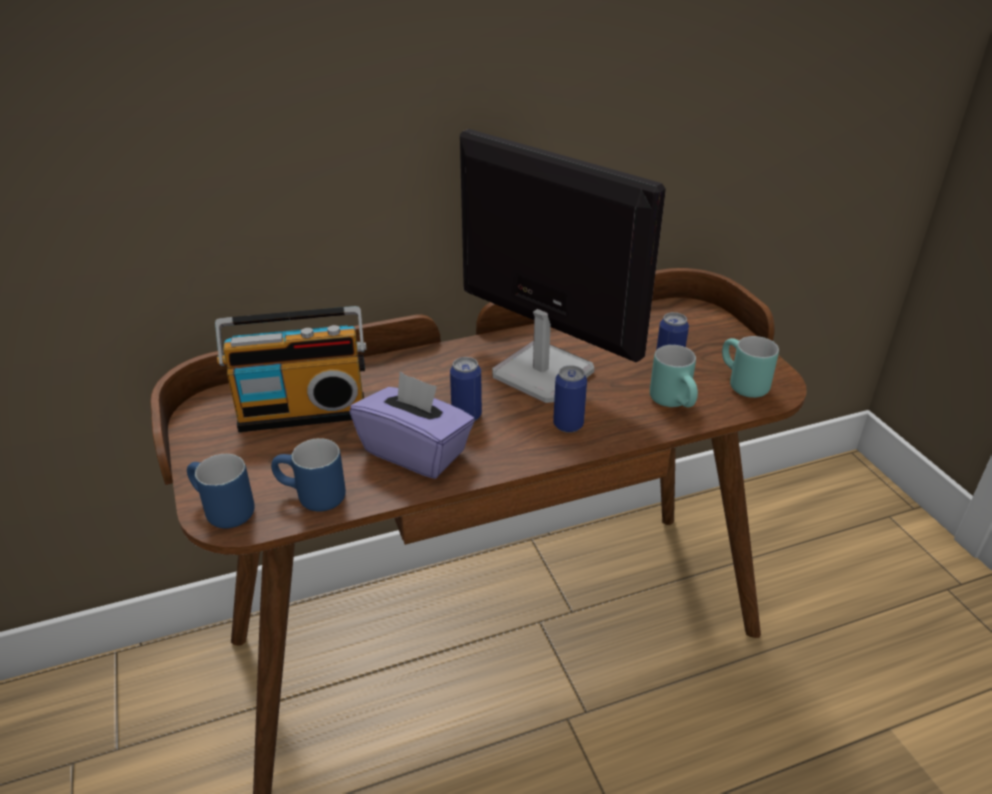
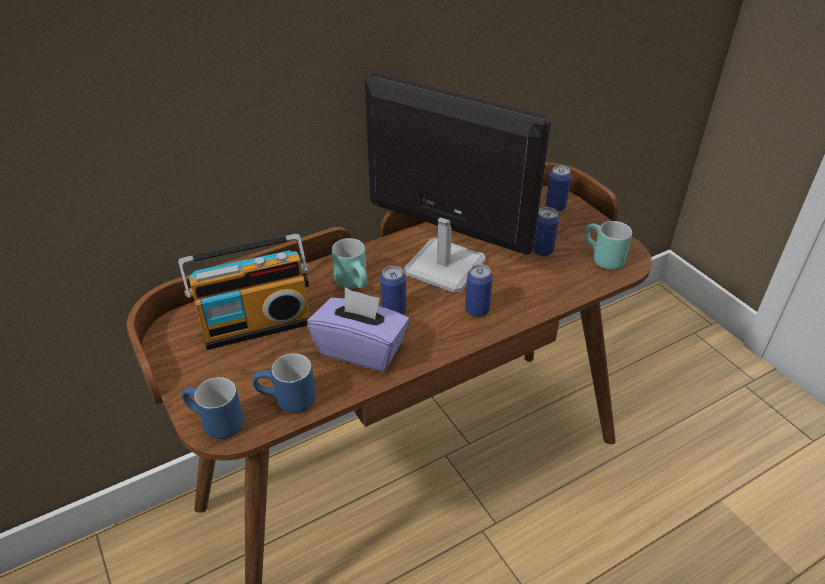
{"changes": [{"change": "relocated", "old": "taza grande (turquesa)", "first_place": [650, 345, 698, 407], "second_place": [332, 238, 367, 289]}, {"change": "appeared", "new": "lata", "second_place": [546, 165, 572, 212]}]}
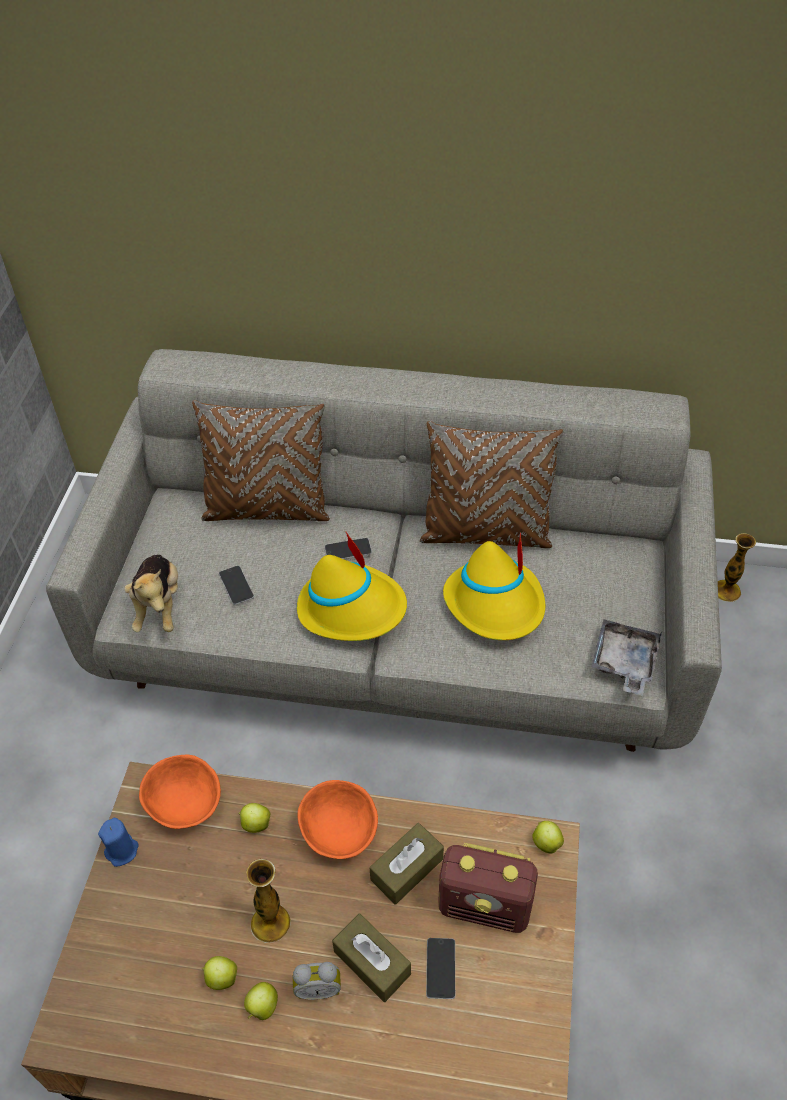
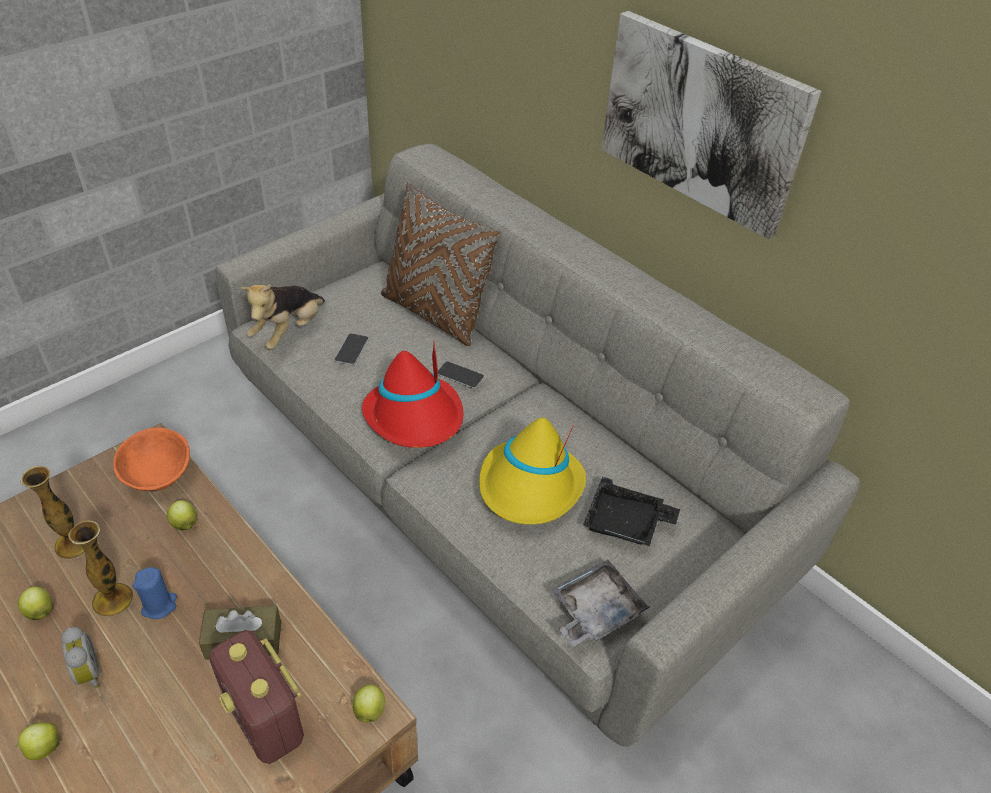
{"changes": [{"change": "missing", "old": "cojín (marrón)", "first_place": [420, 421, 564, 548]}, {"change": "colour", "old": "sombrero (amarillo)", "new": "sombrero (rojo)", "first_place": [297, 532, 407, 641], "second_place": [362, 340, 463, 448]}, {"change": "relocated", "old": "florero", "first_place": [718, 533, 756, 602], "second_place": [20, 466, 85, 560]}, {"change": "missing", "old": "cuenco (naranja)", "first_place": [297, 780, 378, 859]}, {"change": "relocated", "old": "vela (azul)", "first_place": [98, 818, 138, 867], "second_place": [133, 567, 177, 619]}, {"change": "missing", "old": "caja de pañuelos (marrón)", "first_place": [332, 913, 411, 1002]}, {"change": "missing", "old": "móvil", "first_place": [426, 938, 455, 999]}, {"change": "spun", "old": "despertador", "first_place": [293, 962, 341, 1000], "second_place": [61, 627, 99, 688], "degrees": -150}, {"change": "relocated", "old": "manzana", "first_place": [244, 982, 278, 1020], "second_place": [16, 722, 59, 760]}, {"change": "appeared", "new": "cuadro", "second_place": [601, 11, 821, 239]}, {"change": "appeared", "new": "bandeja (negro)", "second_place": [583, 477, 680, 546]}]}
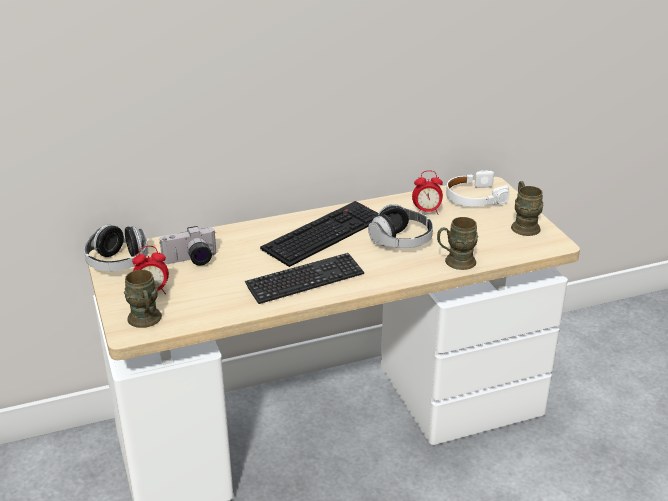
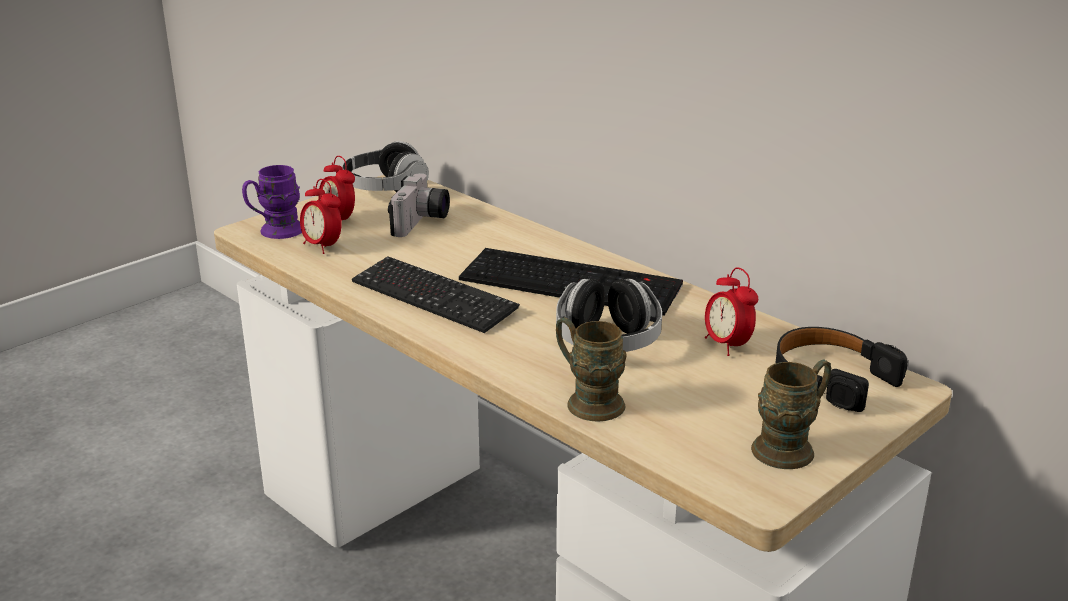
{"changes": [{"change": "colour", "old": "auriculares (blanco)", "new": "auriculares (negro)", "first_place": [446, 170, 509, 207], "second_place": [776, 327, 908, 412]}, {"change": "spun", "old": "cámara", "first_place": [159, 226, 216, 265], "second_place": [388, 173, 450, 237], "degrees": -120}, {"change": "colour", "old": "taza grande (marrón)", "new": "taza grande (morado)", "first_place": [124, 270, 162, 328], "second_place": [242, 165, 302, 239]}, {"change": "appeared", "new": "despertador", "second_place": [300, 179, 342, 254]}]}
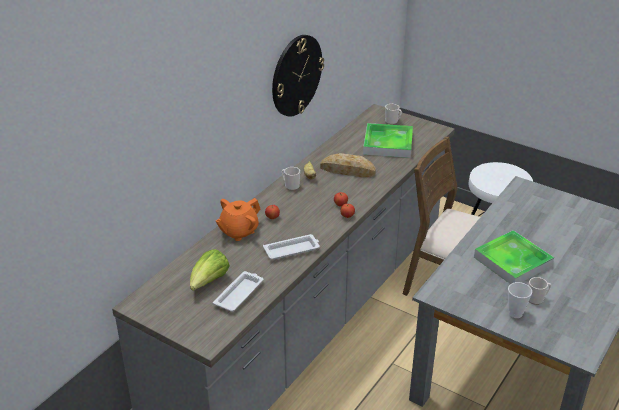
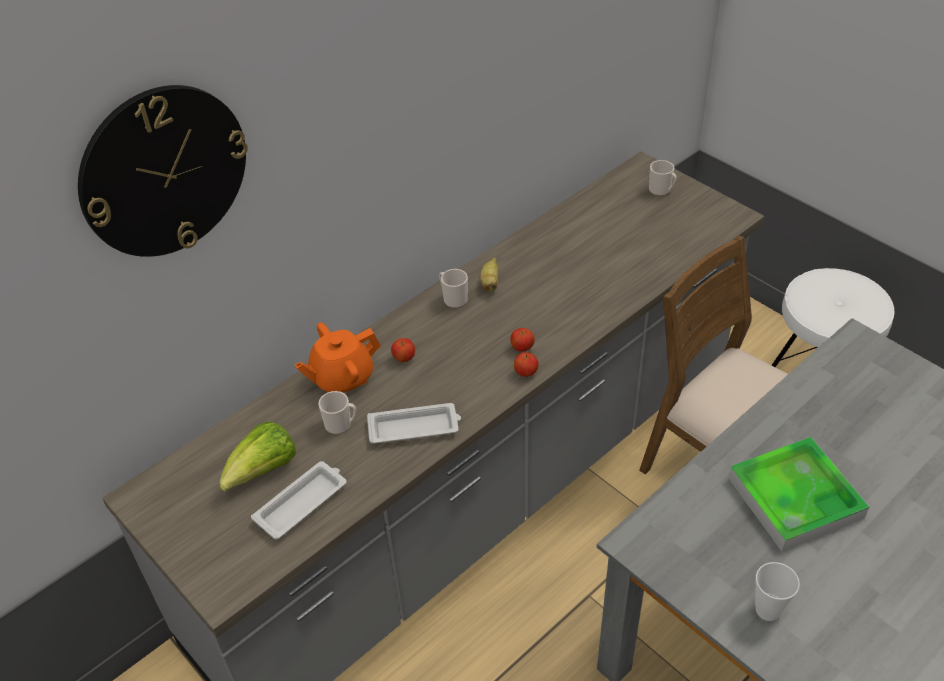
{"changes": [{"change": "relocated", "old": "reloj de pared", "first_place": [272, 35, 324, 117], "second_place": [78, 85, 248, 257]}, {"change": "missing", "old": "bandeja", "first_place": [363, 123, 413, 158]}, {"change": "missing", "old": "pan", "first_place": [320, 153, 376, 177]}, {"change": "relocated", "old": "taza grande", "first_place": [528, 277, 551, 305], "second_place": [318, 391, 356, 435]}]}
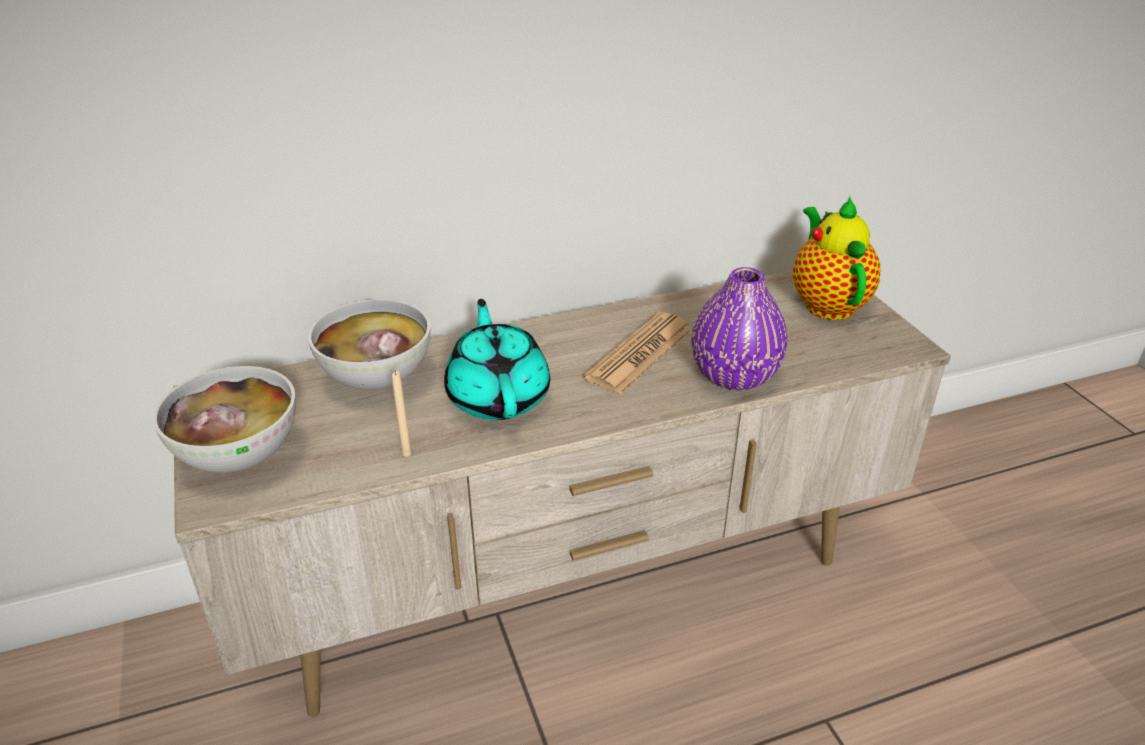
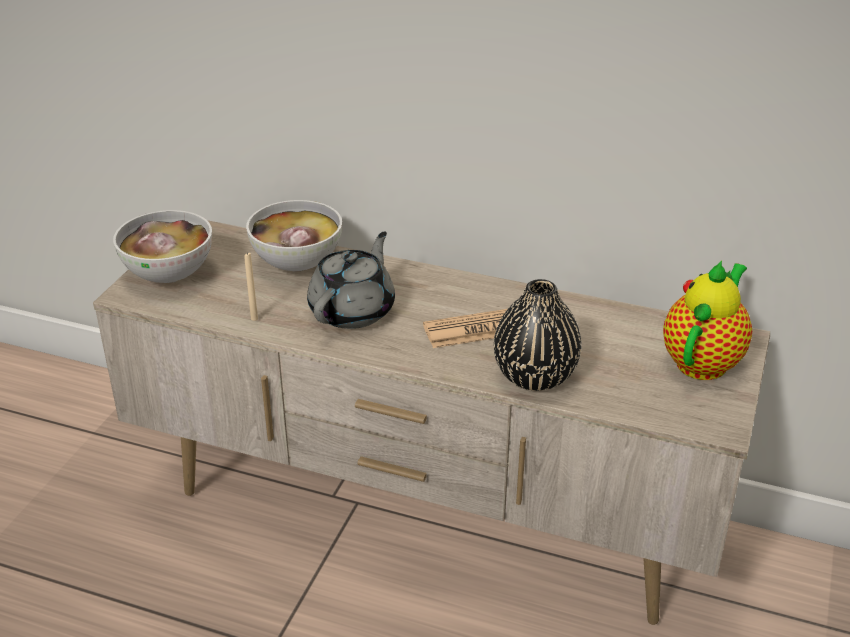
{"changes": [{"change": "colour", "old": "florero (morado)", "new": "florero (negro)", "first_place": [691, 267, 787, 390], "second_place": [494, 279, 582, 391]}, {"change": "colour", "old": "tetera (turquesa)", "new": "tetera (gris)", "first_place": [444, 299, 550, 420], "second_place": [307, 231, 395, 329]}]}
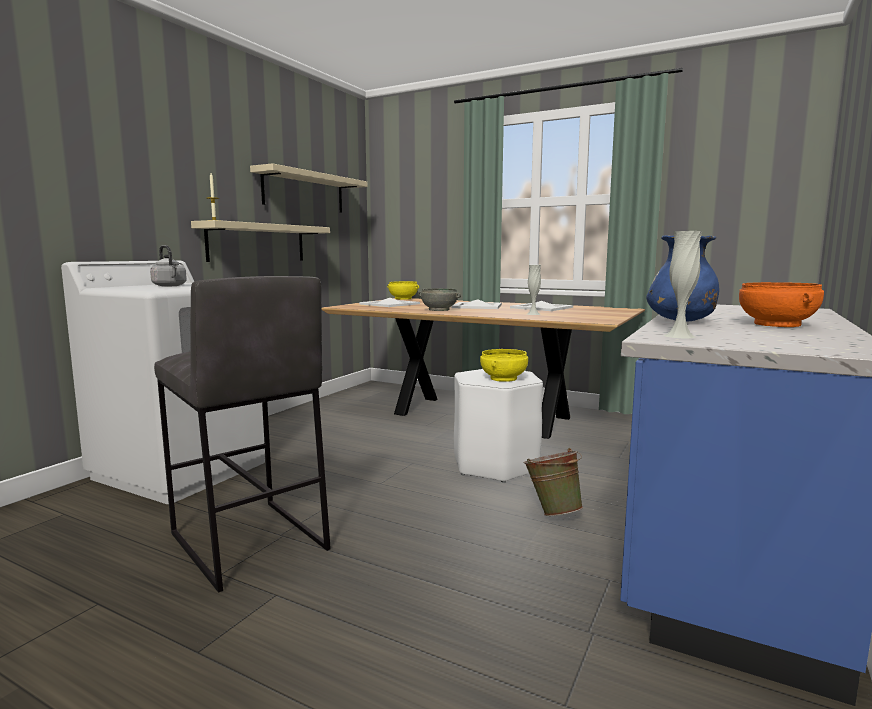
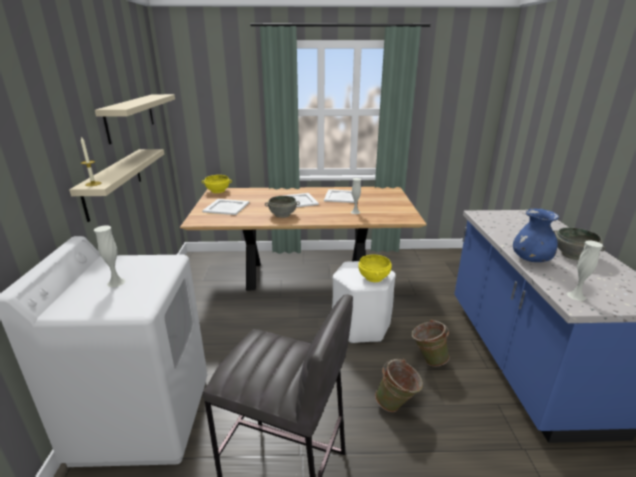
{"changes": [{"change": "exchanged", "old": "hervidor (gris)", "new": "florero (blanco)", "first_place": [150, 245, 187, 287], "second_place": [94, 226, 126, 287]}, {"change": "colour", "old": "cuenco (naranja)", "new": "cuenco (gris)", "first_place": [739, 282, 824, 327], "second_place": [553, 227, 606, 260]}, {"change": "appeared", "new": "cubo (verde)", "second_place": [375, 359, 423, 412]}]}
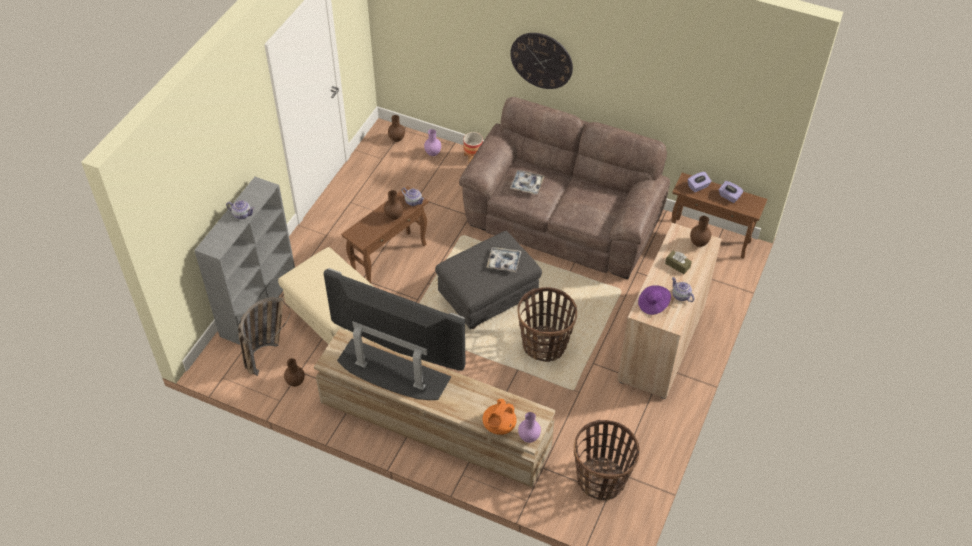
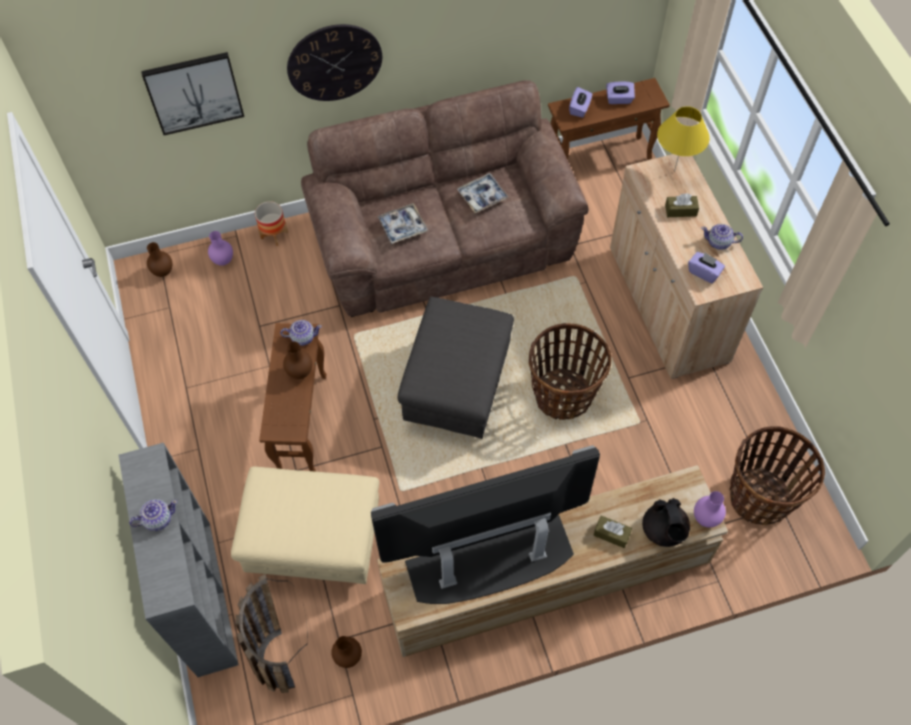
{"changes": [{"change": "exchanged", "old": "florero (marrón)", "new": "lámpara de mesa (amarillo)", "first_place": [690, 216, 711, 247], "second_place": [657, 106, 710, 172]}, {"change": "relocated", "old": "bandeja", "first_place": [486, 247, 521, 272], "second_place": [457, 173, 509, 213]}, {"change": "exchanged", "old": "sombrero (morado)", "new": "caja de pañuelos (morado)", "first_place": [638, 285, 671, 315], "second_place": [688, 252, 725, 283]}, {"change": "colour", "old": "tetera (naranja)", "new": "tetera (negro)", "first_place": [483, 399, 517, 435], "second_place": [642, 498, 690, 547]}, {"change": "appeared", "new": "cuadro", "second_place": [141, 52, 244, 135]}, {"change": "appeared", "new": "caja de pañuelos (marrón)", "second_place": [593, 516, 632, 548]}]}
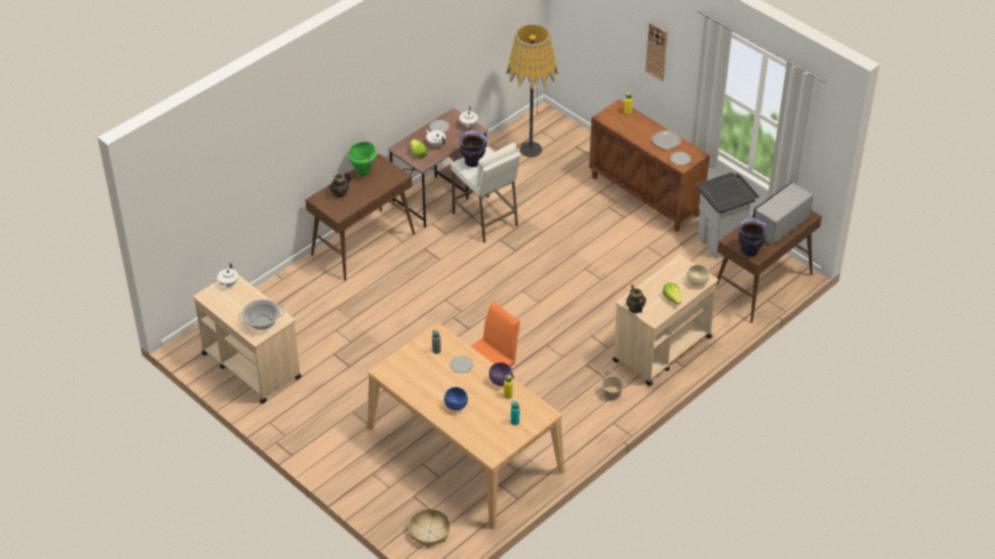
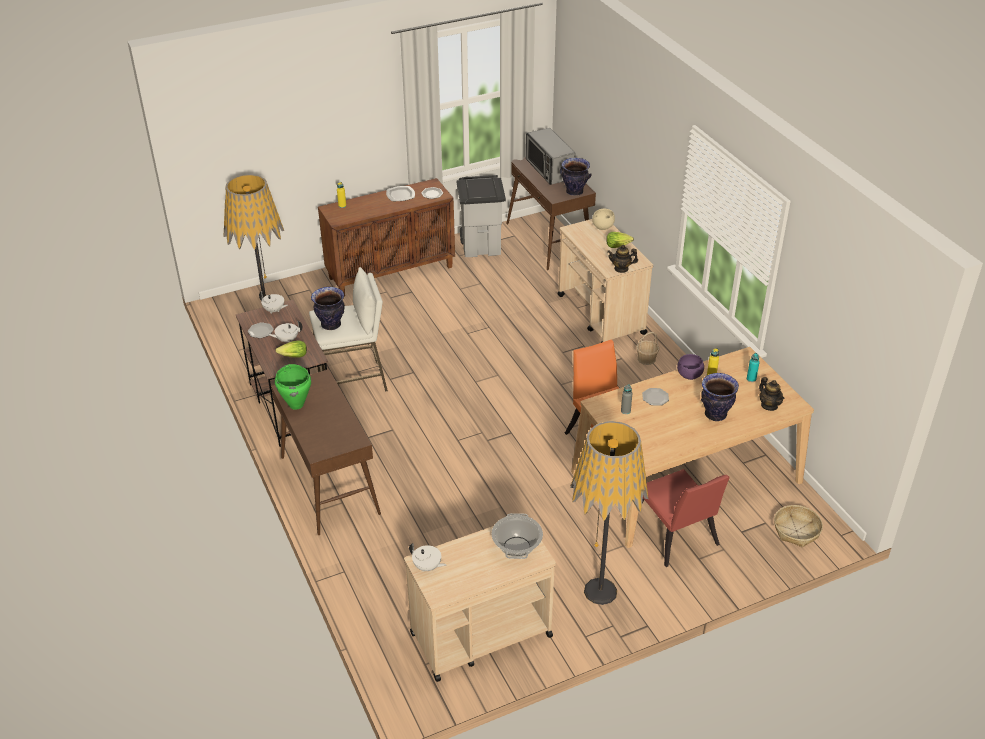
{"changes": [{"change": "missing", "old": "reloj de pared", "first_place": [645, 22, 668, 81]}, {"change": "relocated", "old": "tetera", "first_place": [329, 172, 351, 198], "second_place": [759, 377, 785, 411]}, {"change": "exchanged", "old": "cuenco (azul)", "new": "florero", "first_place": [444, 387, 468, 411], "second_place": [701, 373, 739, 421]}, {"change": "appeared", "new": "lámpara de pie", "second_place": [570, 421, 649, 605]}, {"change": "appeared", "new": "silla (rojo)", "second_place": [642, 469, 730, 567]}]}
